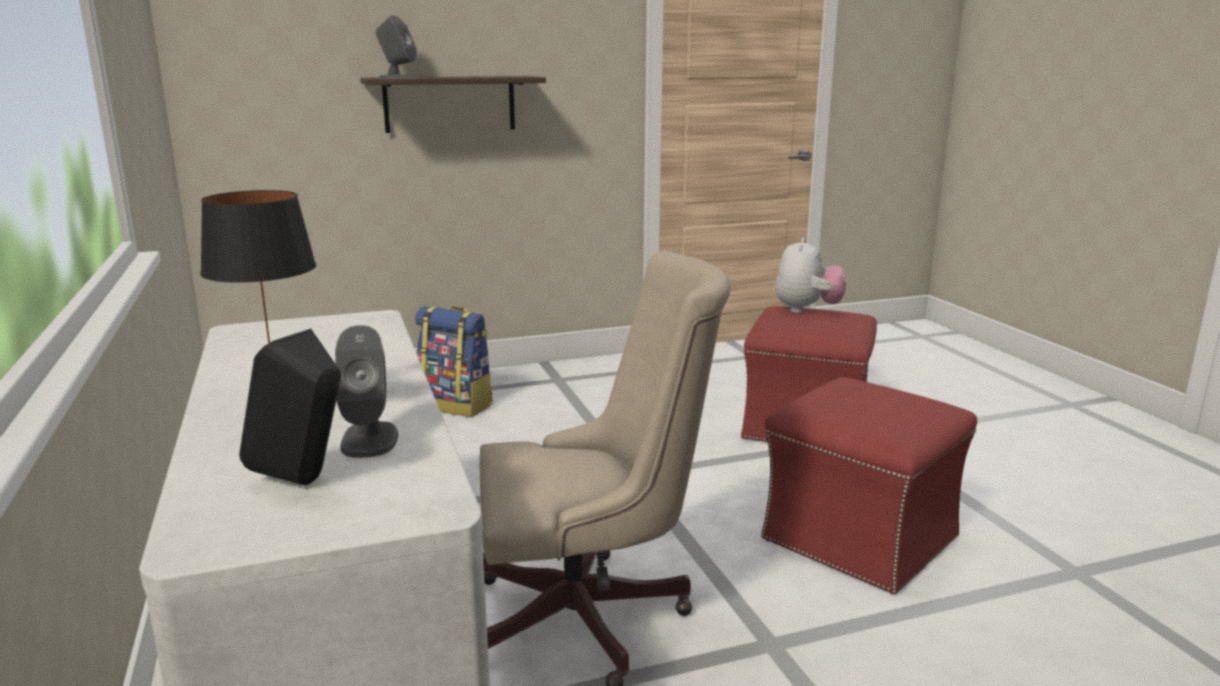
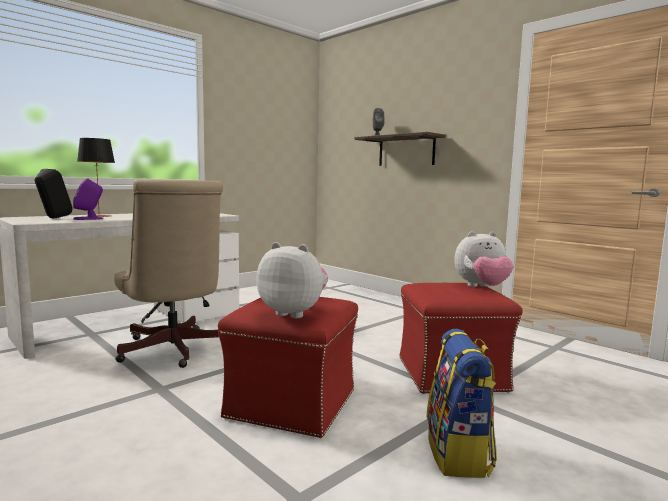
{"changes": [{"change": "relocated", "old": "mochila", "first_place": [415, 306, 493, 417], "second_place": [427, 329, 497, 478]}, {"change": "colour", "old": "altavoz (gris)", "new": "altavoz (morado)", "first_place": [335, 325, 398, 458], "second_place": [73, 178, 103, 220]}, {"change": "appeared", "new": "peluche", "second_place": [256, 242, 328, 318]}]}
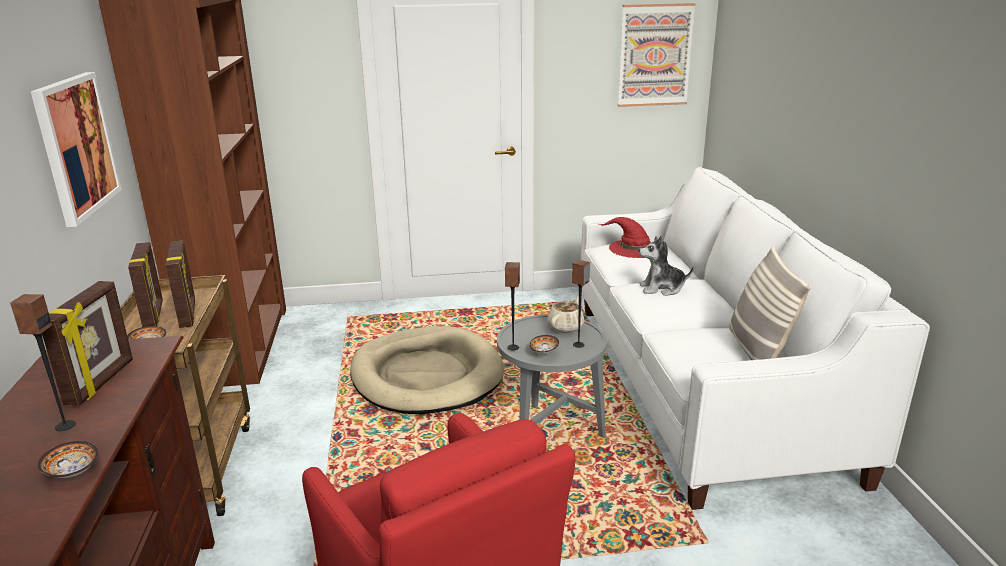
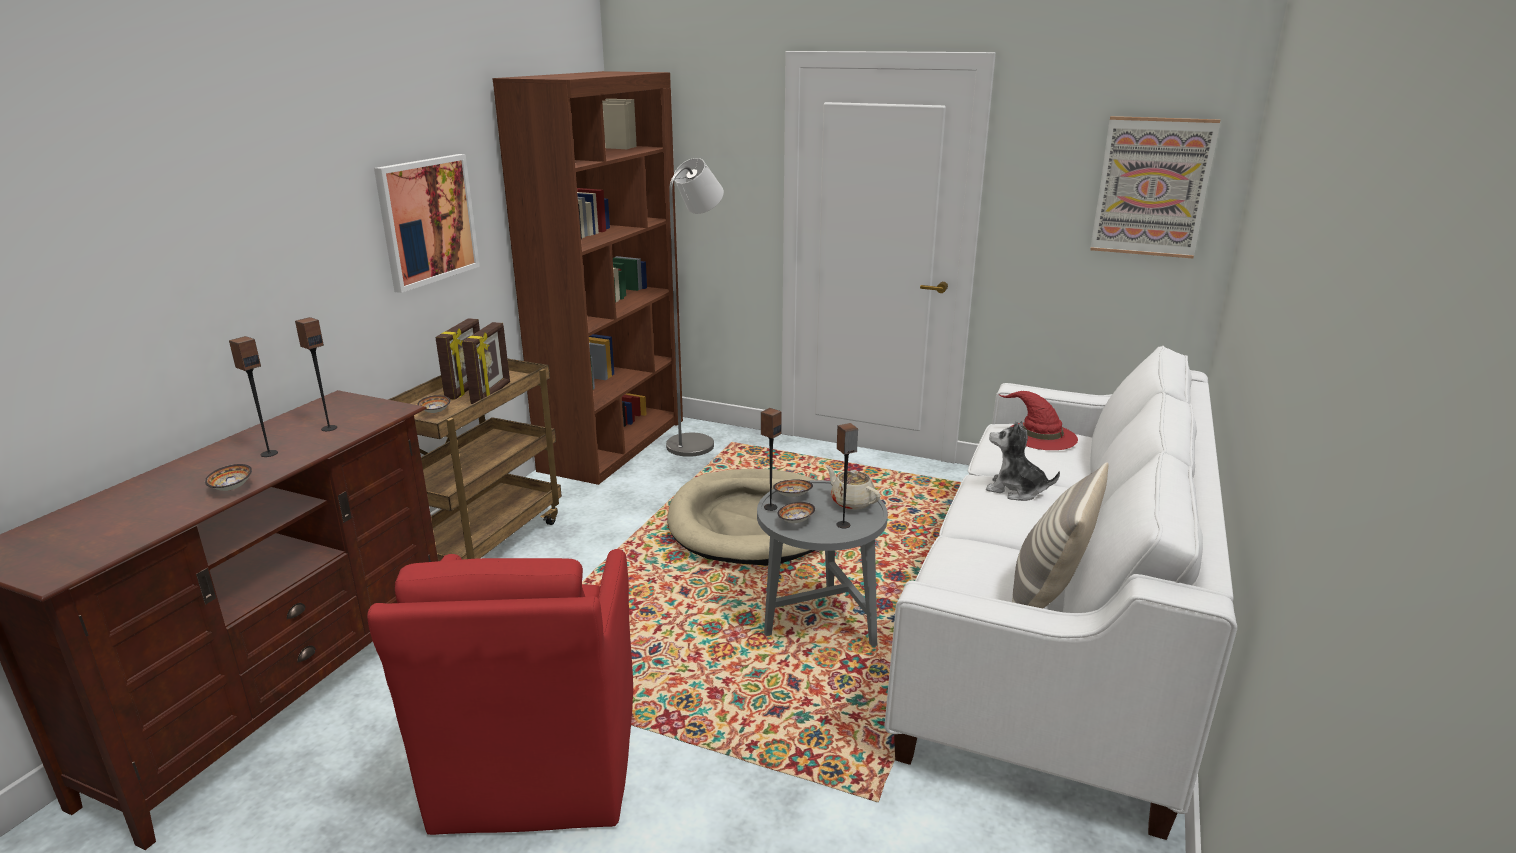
{"changes": [{"change": "exchanged", "old": "portarretratos", "new": "altavoz", "first_place": [42, 281, 133, 406], "second_place": [295, 317, 337, 431]}, {"change": "spun", "old": "tetera (beis)", "first_place": [547, 296, 584, 333], "second_place": [826, 465, 880, 510], "degrees": -105}, {"change": "appeared", "new": "lámpara de pie (gris)", "second_place": [666, 158, 724, 457]}, {"change": "appeared", "new": "cuenco", "second_place": [773, 479, 813, 497]}]}
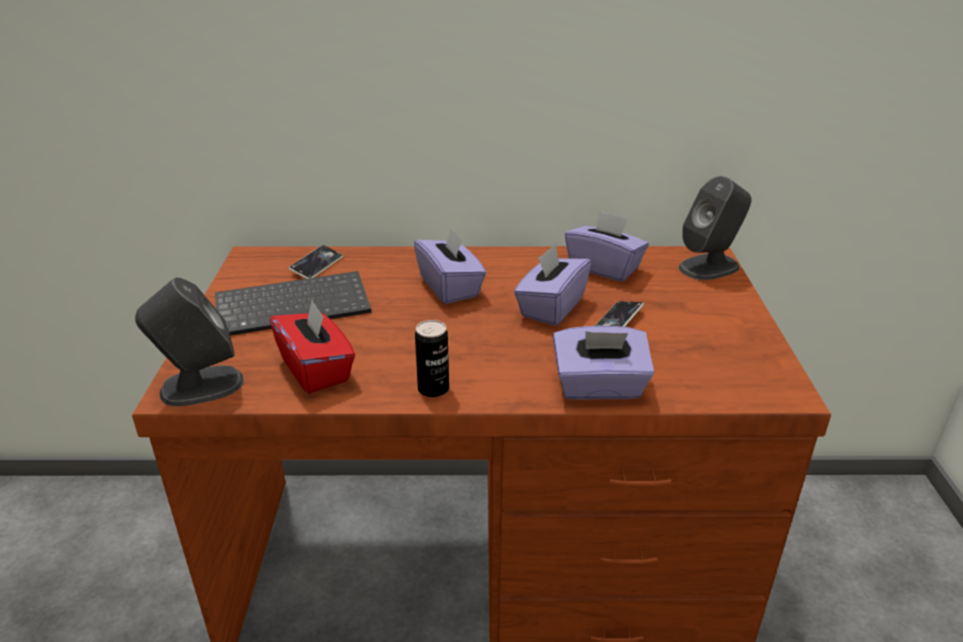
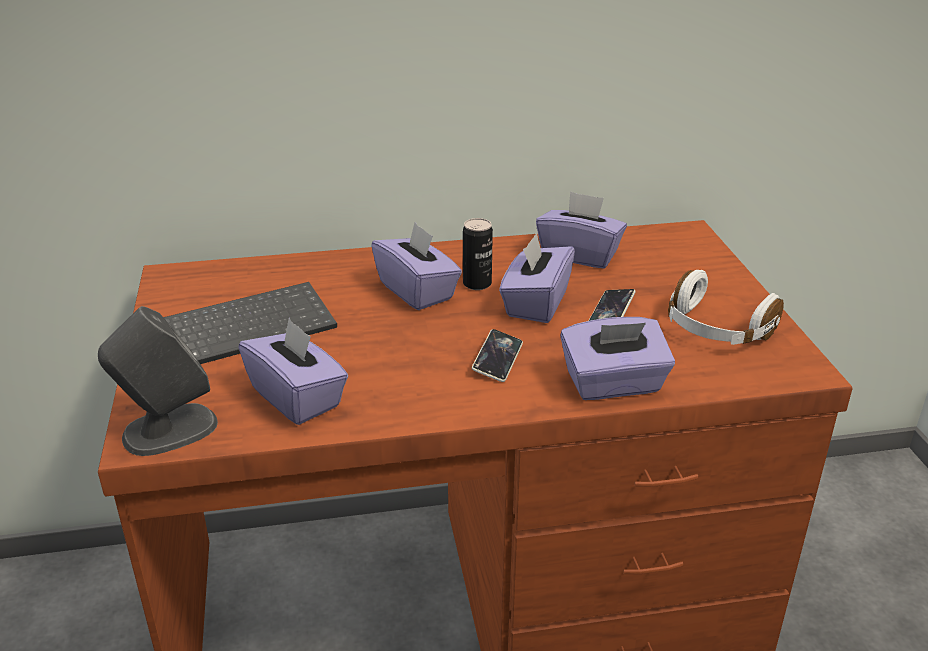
{"changes": [{"change": "missing", "old": "altavoz (gris)", "first_place": [679, 176, 751, 280]}, {"change": "relocated", "old": "móvil", "first_place": [289, 245, 343, 279], "second_place": [472, 329, 523, 382]}, {"change": "colour", "old": "caja de pañuelos (rojo)", "new": "caja de pañuelos (morado)", "first_place": [270, 300, 355, 394], "second_place": [238, 318, 348, 425]}, {"change": "relocated", "old": "lata", "first_place": [415, 320, 449, 397], "second_place": [463, 218, 493, 290]}, {"change": "appeared", "new": "auriculares (blanco)", "second_place": [668, 270, 784, 345]}]}
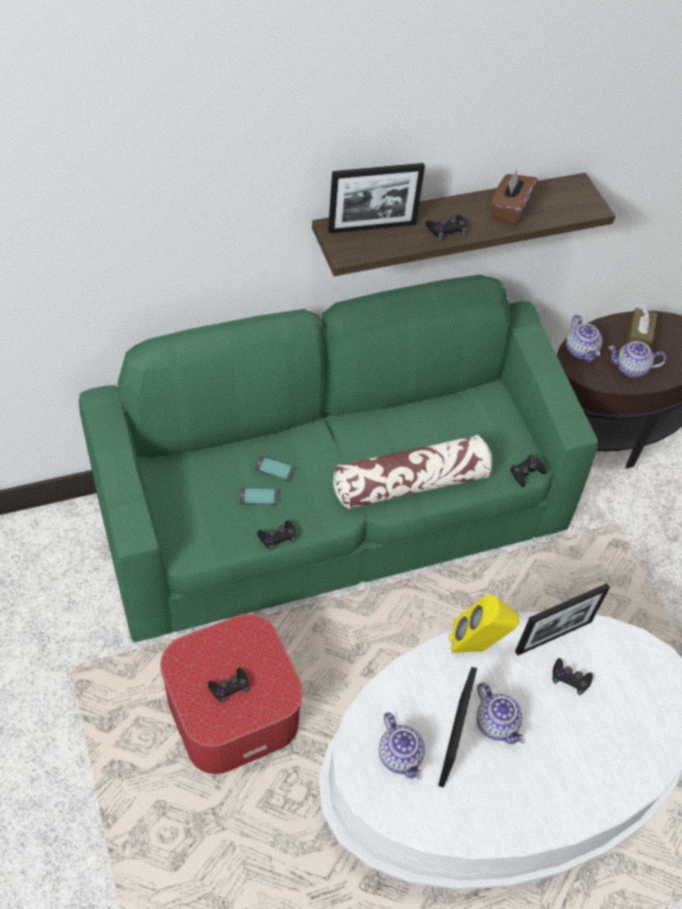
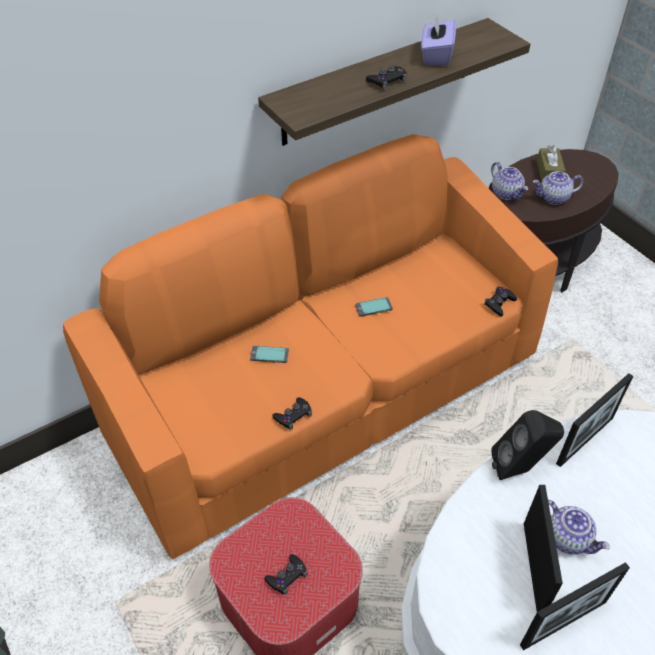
{"changes": [{"change": "relocated", "old": "portarretratos", "first_place": [328, 163, 425, 234], "second_place": [520, 562, 630, 650]}, {"change": "colour", "old": "caja de pañuelos (marrón)", "new": "caja de pañuelos (morado)", "first_place": [491, 170, 538, 225], "second_place": [421, 15, 456, 66]}, {"change": "colour", "old": "sofá (verde)", "new": "sofá (naranja)", "first_place": [79, 275, 598, 642], "second_place": [63, 134, 558, 560]}, {"change": "missing", "old": "cojín", "first_place": [333, 435, 492, 509]}, {"change": "relocated", "old": "móvil", "first_place": [239, 488, 278, 506], "second_place": [355, 297, 393, 317]}, {"change": "colour", "old": "altavoz (amarillo)", "new": "altavoz (negro)", "first_place": [449, 595, 519, 653], "second_place": [492, 410, 564, 480]}, {"change": "missing", "old": "mando de consola (negro)", "first_place": [553, 658, 593, 695]}, {"change": "missing", "old": "tetera", "first_place": [379, 712, 425, 779]}]}
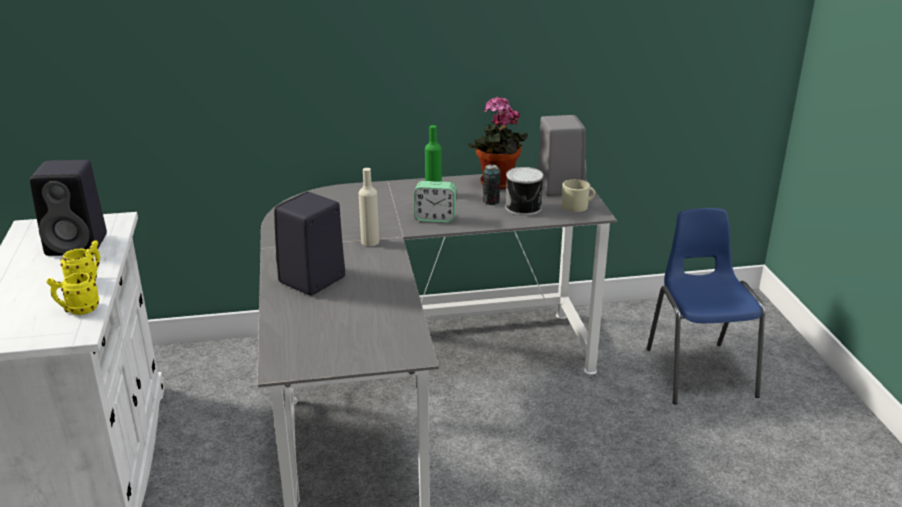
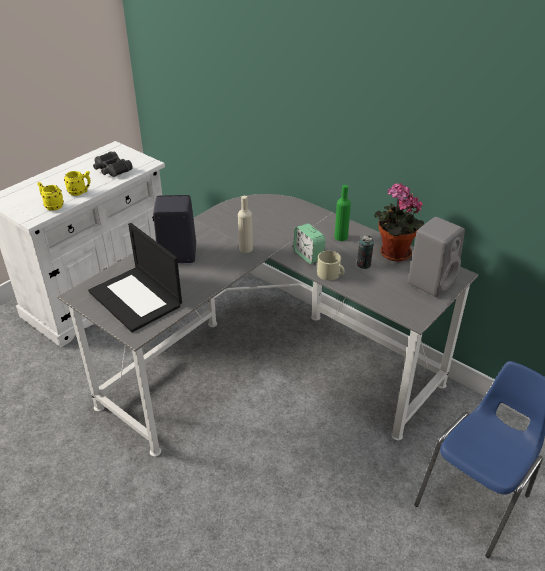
{"changes": [{"change": "exchanged", "old": "altavoz (negro)", "new": "prismáticos (negro)", "first_place": [30, 160, 107, 256], "second_place": [93, 151, 133, 177]}, {"change": "missing", "old": "lata", "first_place": [505, 167, 543, 216]}, {"change": "relocated", "old": "taza grande (beis)", "first_place": [561, 179, 595, 212], "second_place": [317, 251, 345, 281]}, {"change": "appeared", "new": "portátil", "second_place": [88, 223, 182, 332]}]}
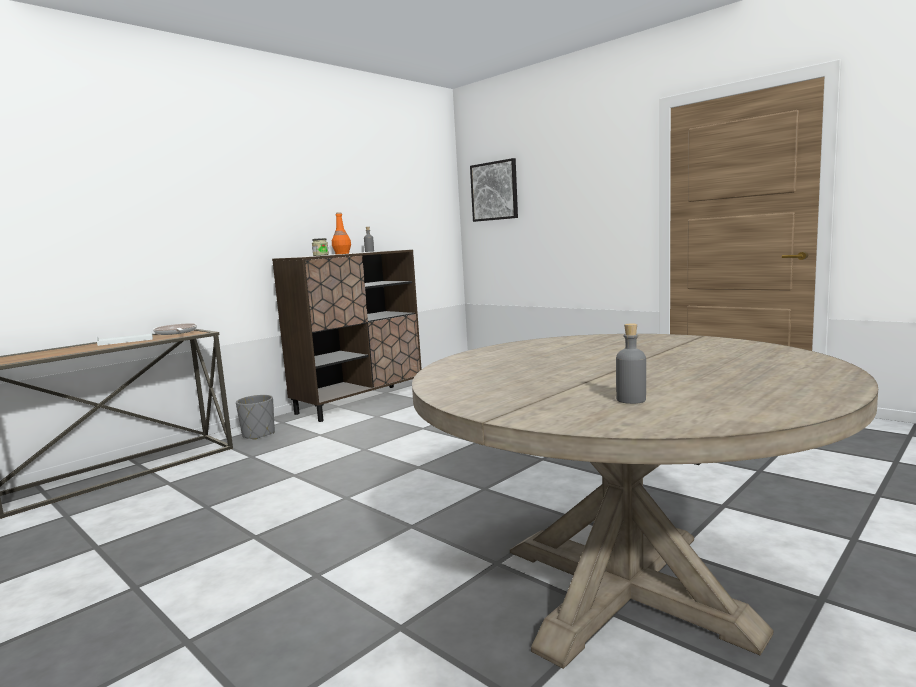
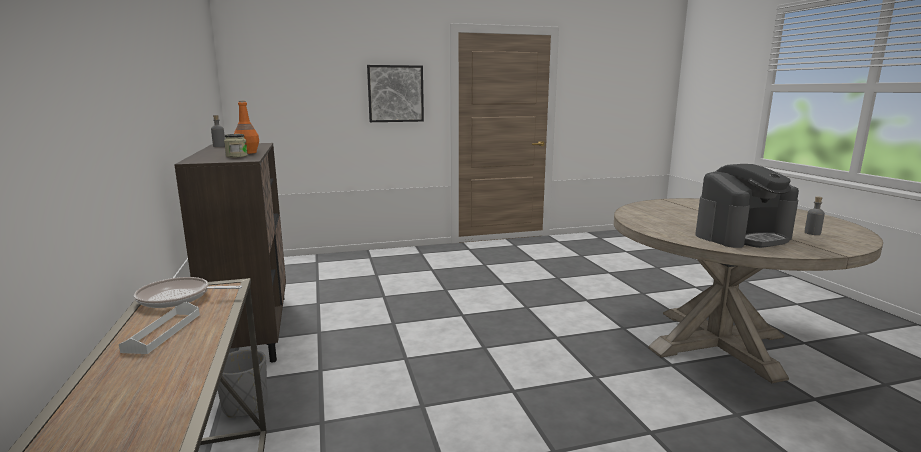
{"changes": [{"change": "relocated", "old": "cuadro", "first_place": [470, 158, 518, 222], "second_place": [367, 65, 424, 122]}, {"change": "appeared", "new": "cafetera", "second_place": [695, 164, 799, 248]}]}
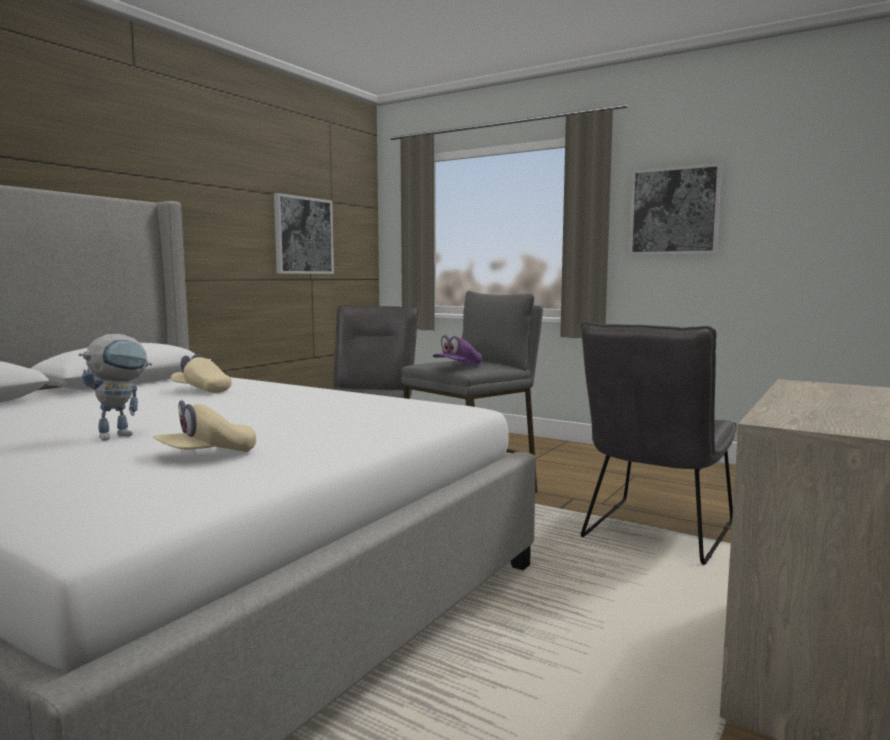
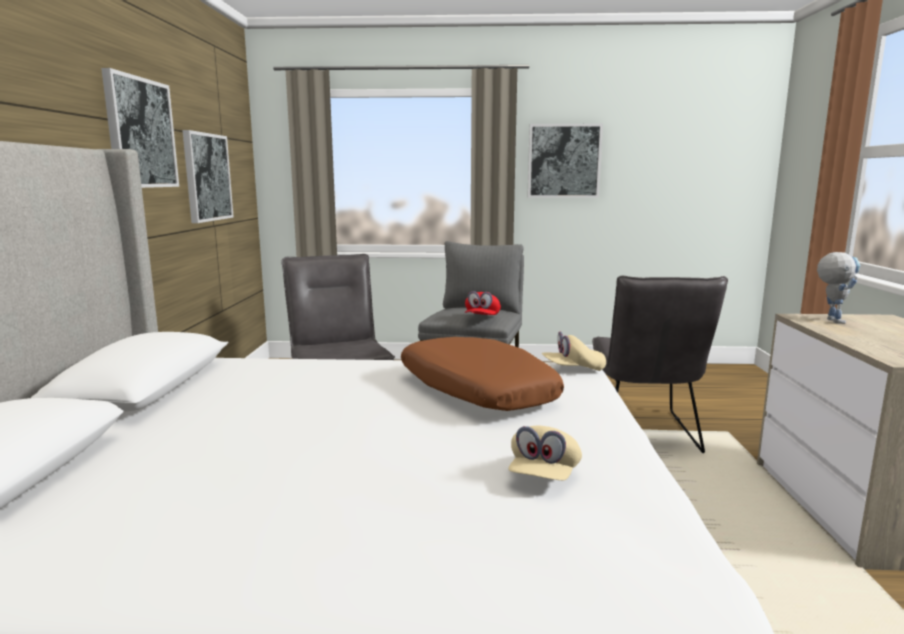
{"changes": [{"change": "relocated", "old": "robot de juguete", "first_place": [79, 334, 152, 441], "second_place": [817, 252, 861, 324]}, {"change": "colour", "old": "gorra (morado)", "new": "gorra (rojo)", "first_place": [433, 335, 482, 365], "second_place": [465, 291, 501, 315]}, {"change": "relocated", "old": "gorra (beis)", "first_place": [171, 354, 232, 393], "second_place": [542, 332, 606, 371]}, {"change": "appeared", "new": "cuadro", "second_place": [101, 68, 179, 188]}, {"change": "appeared", "new": "cojín (marrón)", "second_place": [401, 337, 564, 411]}]}
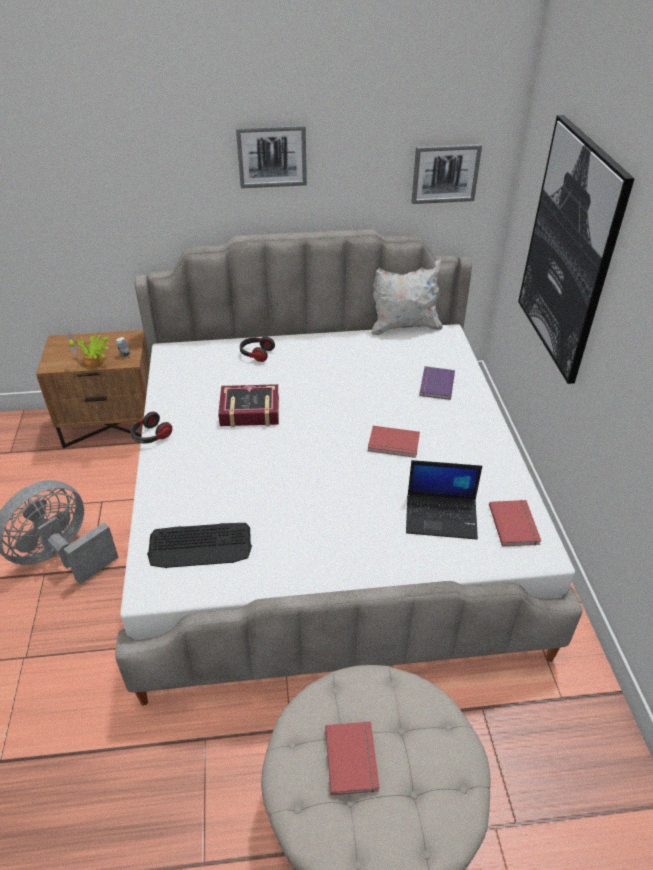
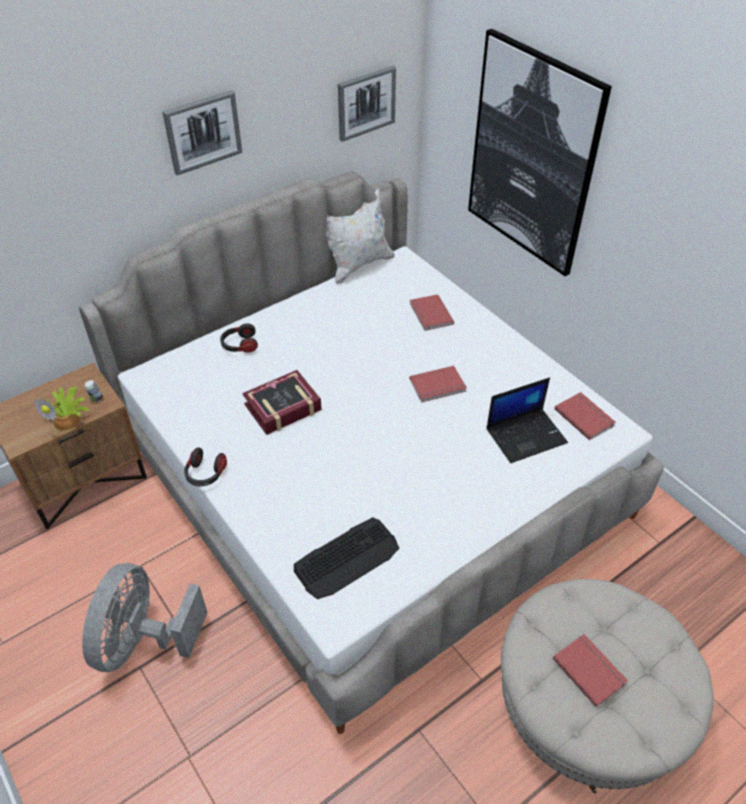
{"changes": [{"change": "colour", "old": "libro (morado)", "new": "libro (rojo)", "first_place": [419, 366, 455, 400], "second_place": [410, 294, 454, 331]}]}
